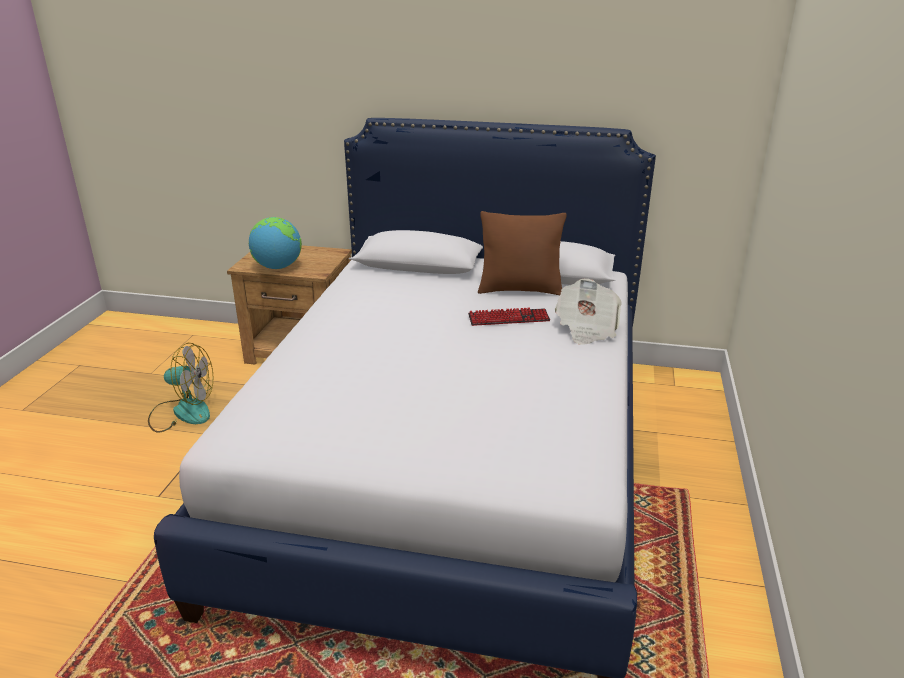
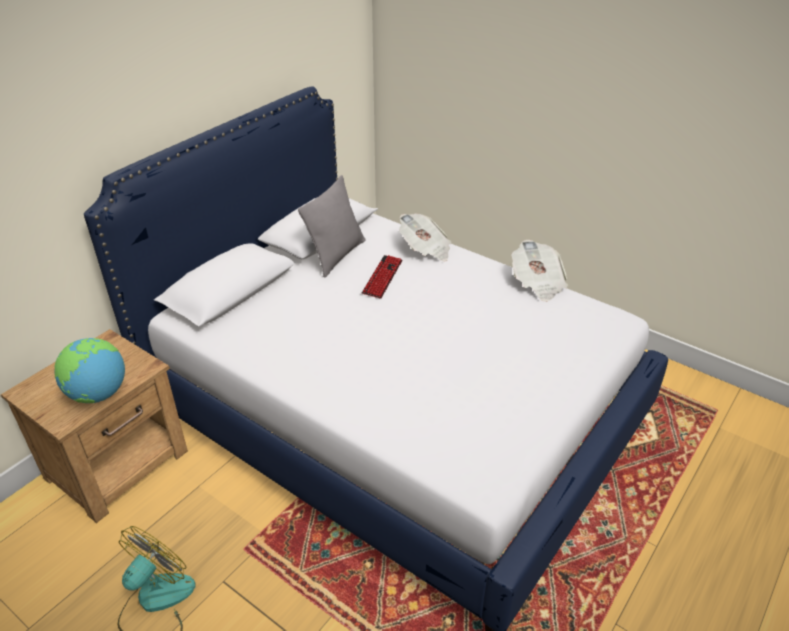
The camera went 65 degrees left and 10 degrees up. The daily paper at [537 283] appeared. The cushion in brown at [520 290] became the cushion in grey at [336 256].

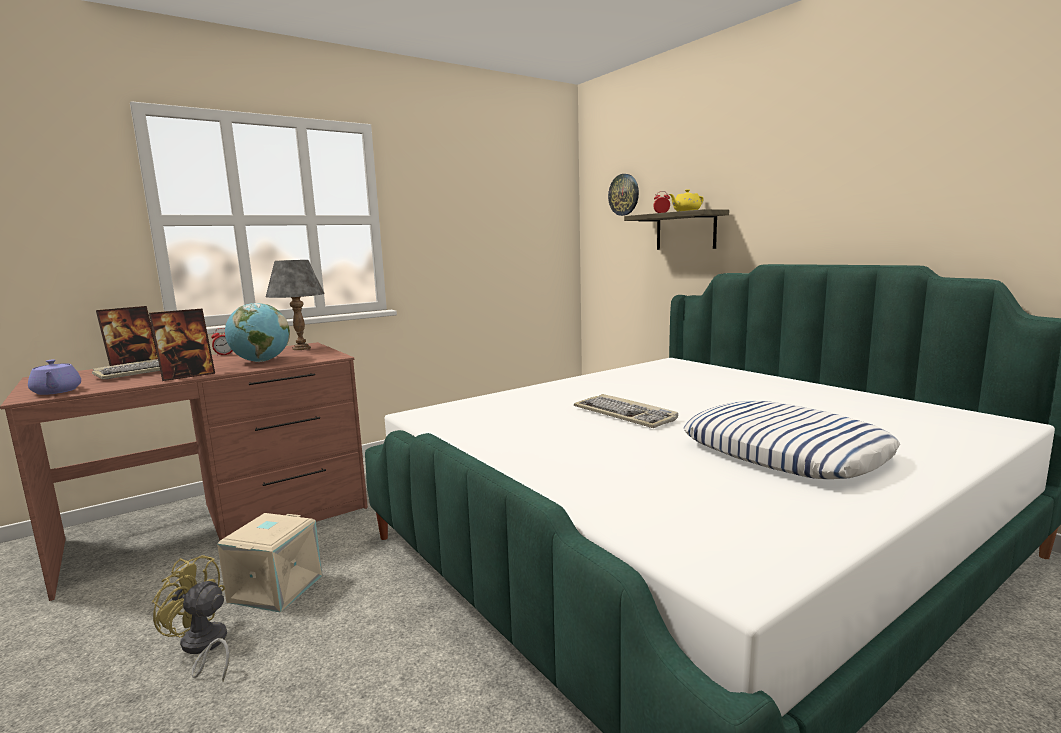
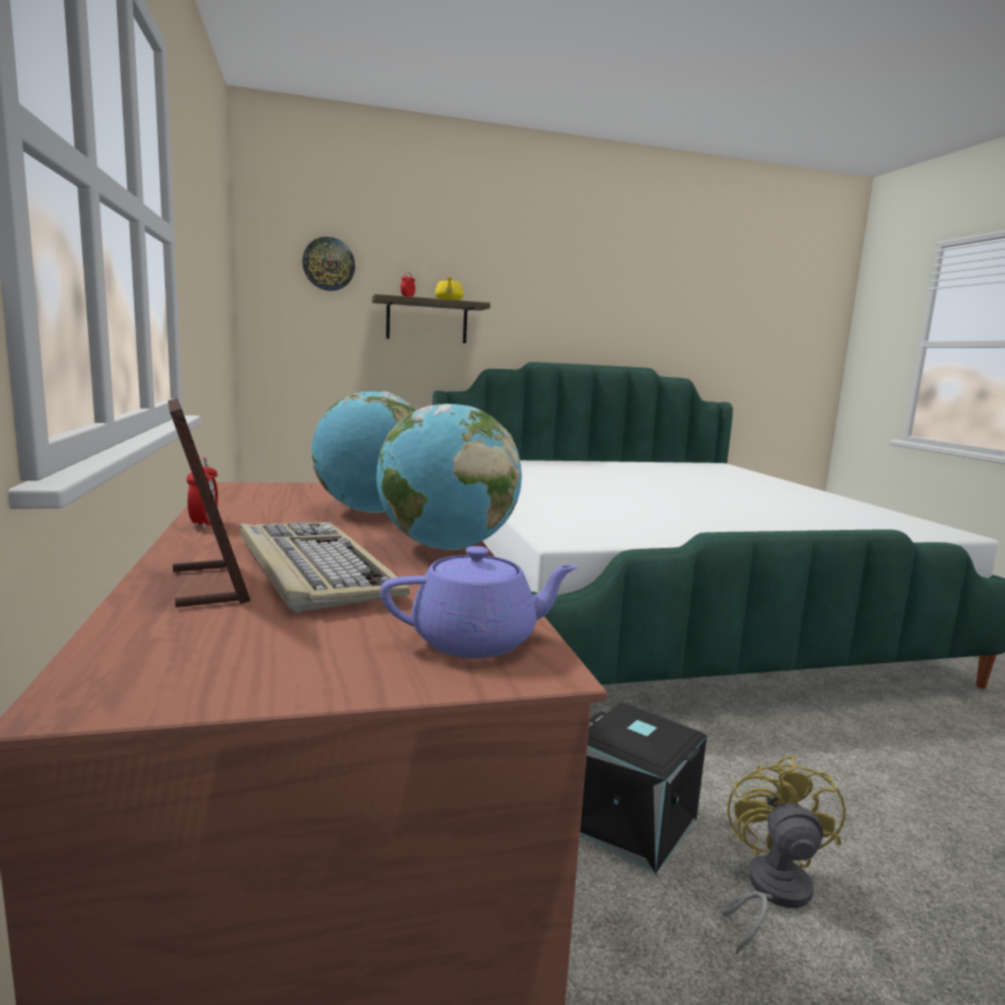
The camera went 70 degrees left and 0 degrees up. The tabletop lamp in grey at [301 348] disappeared. The PC keyboard at [625 414] disappeared. The cushion at [785 452] disappeared. The photo frame at [187 376] was replaced by the desk globe at [446 547]. The storage box in beige at [275 588] became the storage box in blackish at [630 824]. The fan in yellow-coloured at [203 647] turned 150 degrees clockwise.

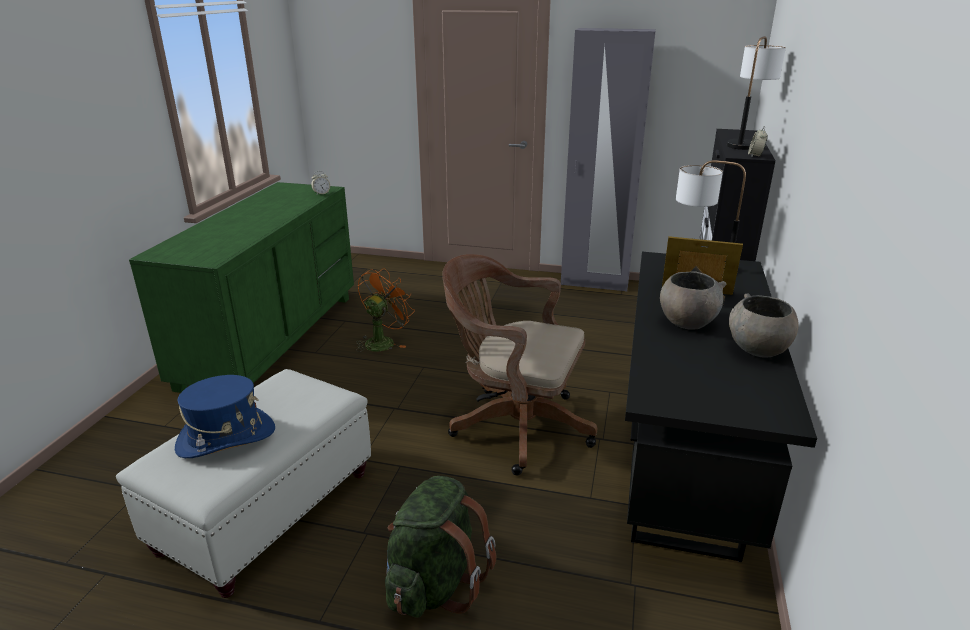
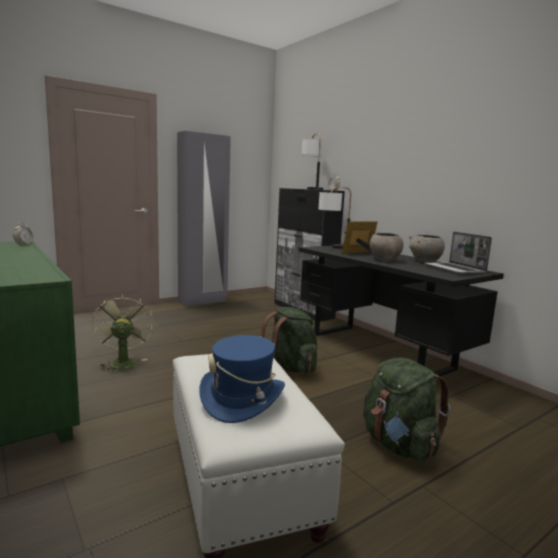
The camera went 50 degrees left and 15 degrees down. The laptop at [455 269] appeared. The desk chair in brown at [514 426] was replaced by the rucksack in green-coloured at [290 367]. The fan in orange-coloured at [383 341] became the fan in green-coloured at [122 362].

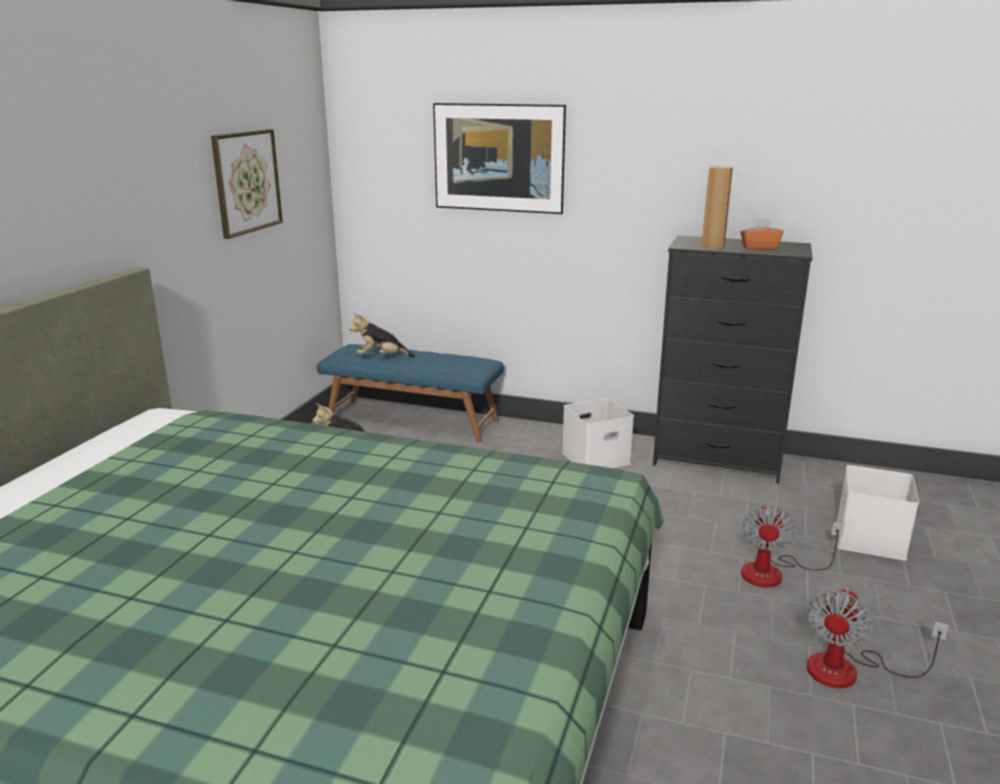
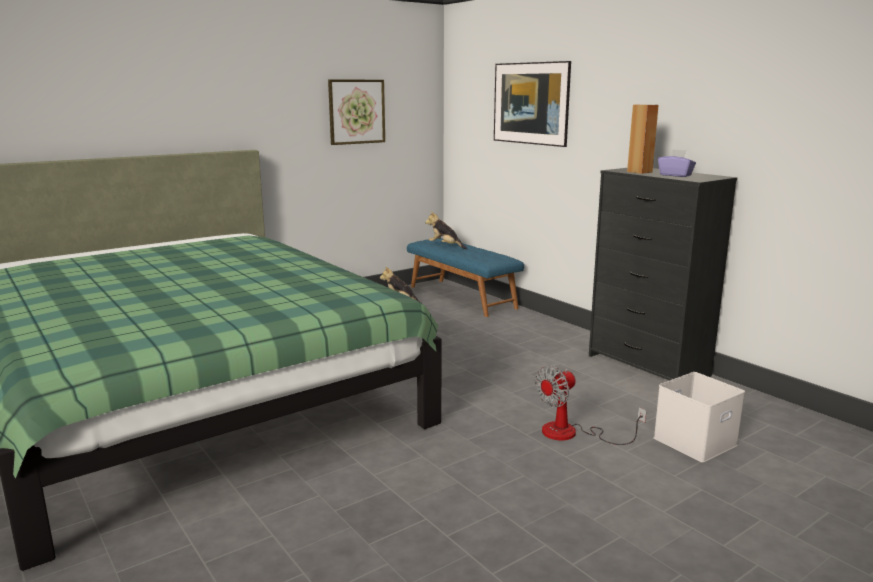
The camera went 35 degrees right and 5 degrees down. The storage box in whitish at [596 457] disappeared. The fan at [849 670] disappeared. The box of tissues in orange-coloured at [759 248] became the box of tissues in purple at [675 175].

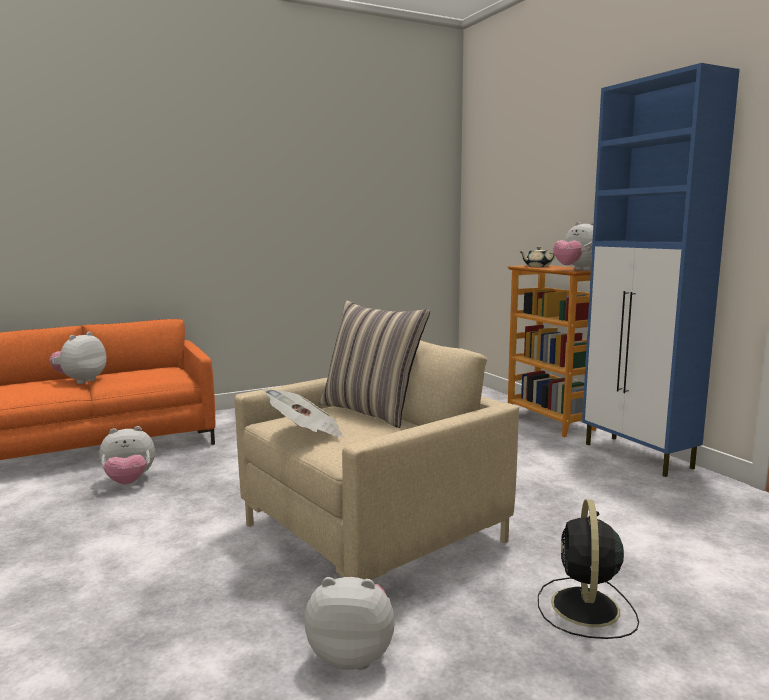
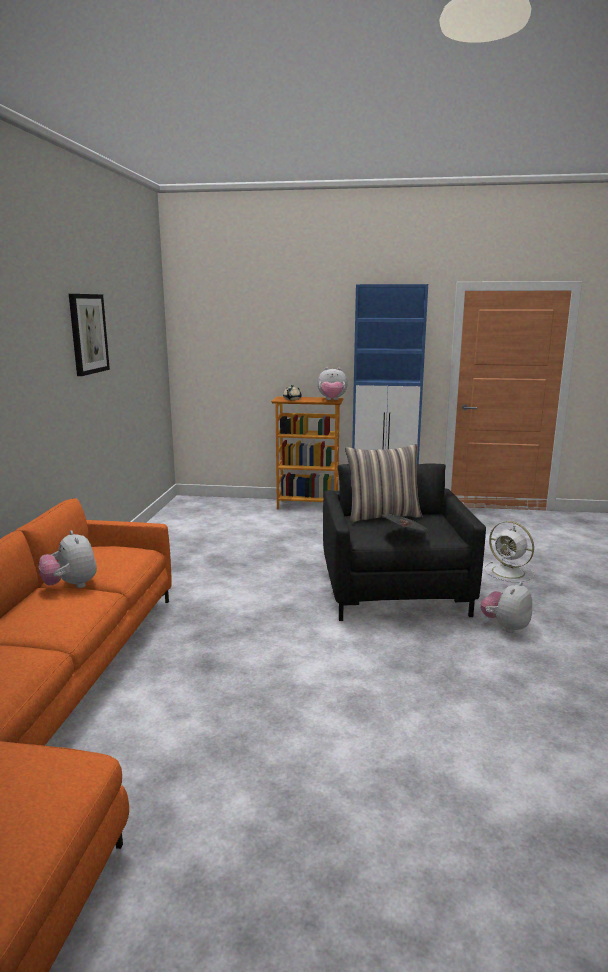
The camera went 55 degrees left and 5 degrees up. The plush toy at [129 482] disappeared. The wall art at [88 334] appeared. The easy chair in beige at [374 533] became the easy chair in blackish at [395 590]. The fan in blackish at [585 609] became the fan in whitish at [509 572].

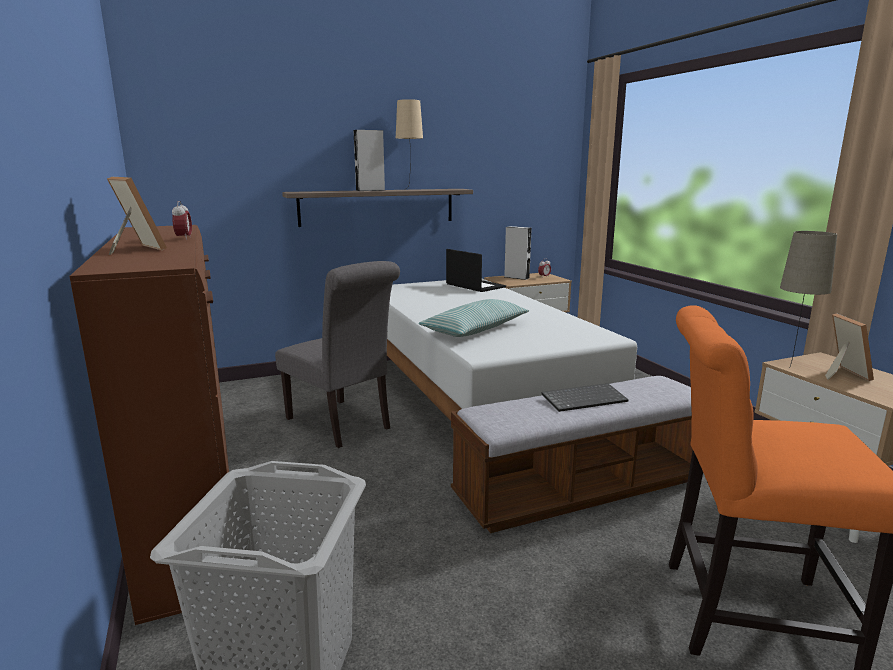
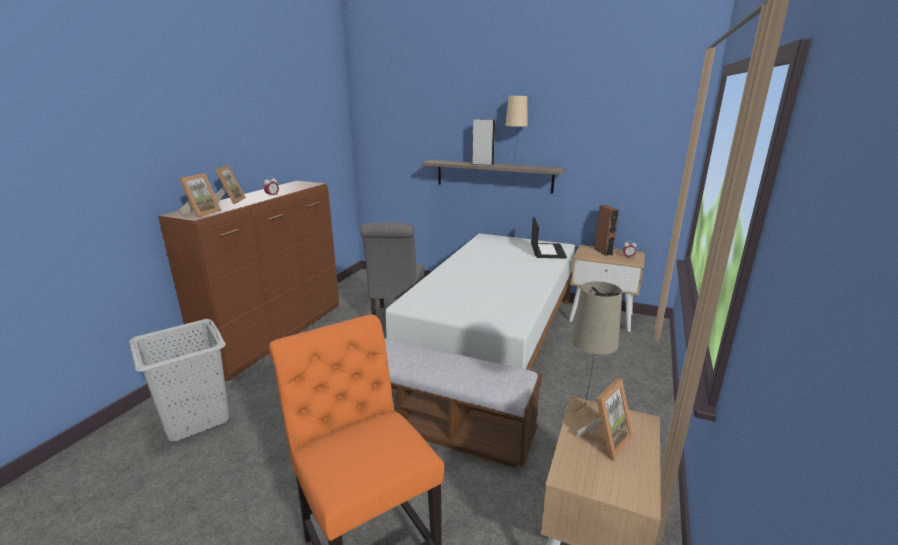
The camera went 45 degrees right and 5 degrees up. The cushion at [476 329] disappeared. The PC keyboard at [584 399] disappeared. The photo frame at [201 213] appeared. The speaker in grey at [516 277] became the speaker in brown at [603 251].

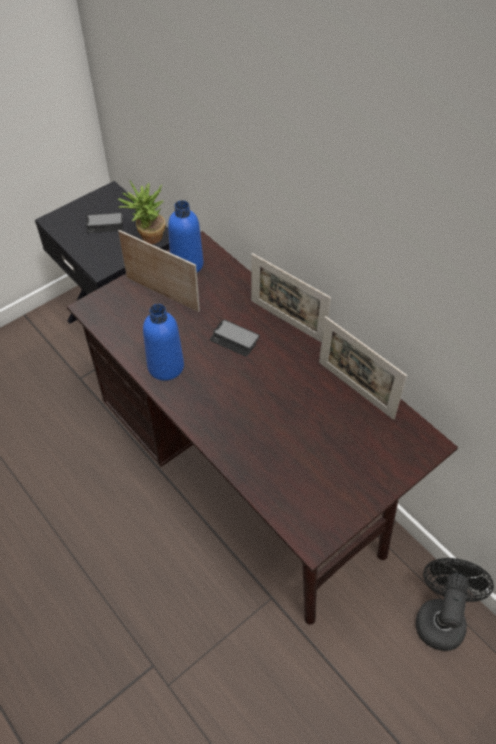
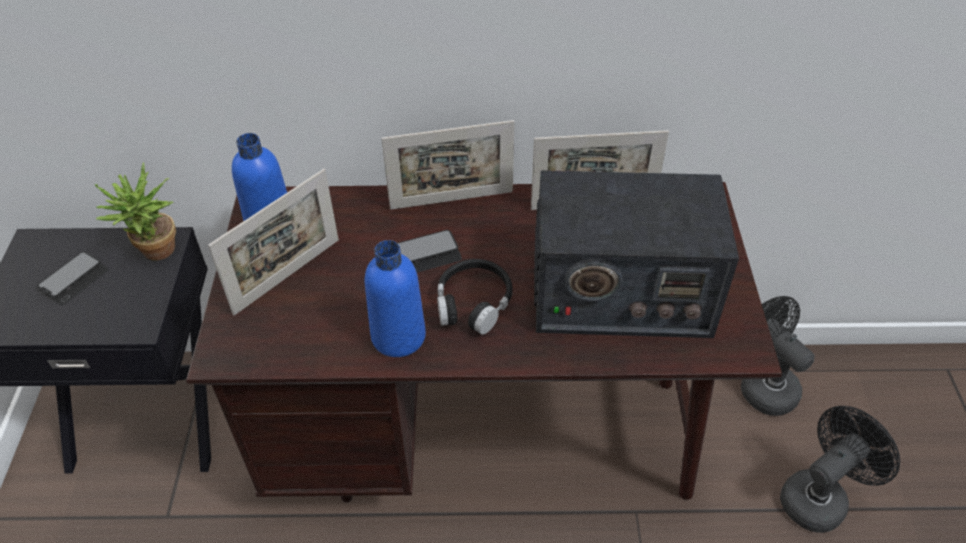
The camera went 50 degrees left and 5 degrees down. The headset in blackish at [473 303] appeared. The radio at [619 292] appeared. The fan in blackish at [819 496] appeared. The photo frame at [162 294] turned 150 degrees clockwise.

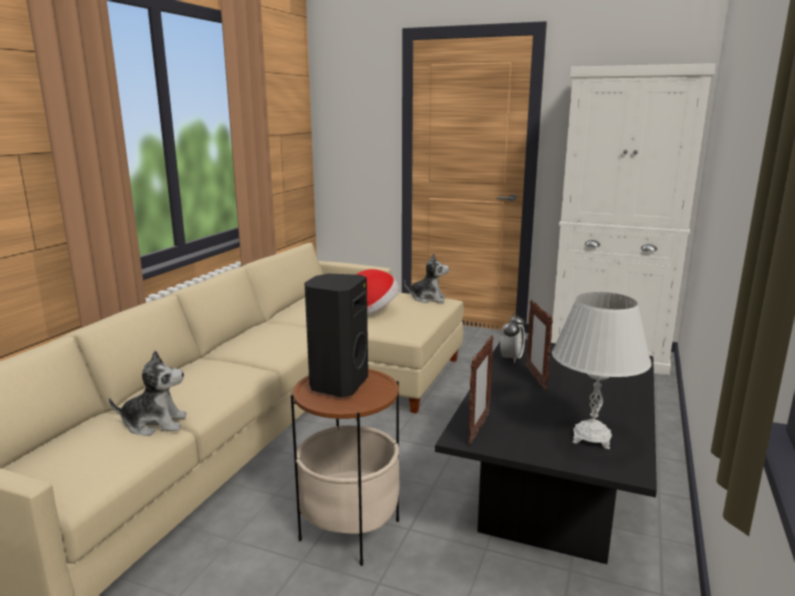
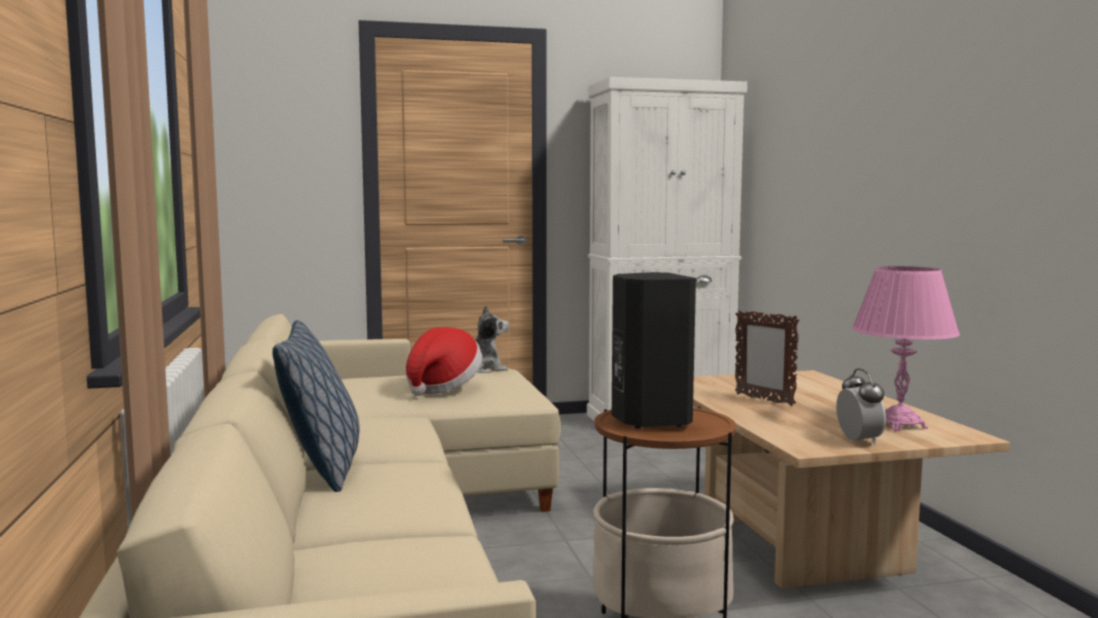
The camera went 35 degrees left and 10 degrees down. The plush toy at [155 424] disappeared. The photo frame at [478 429] disappeared. The cushion at [322 470] appeared. The bedside clock moved from [511 358] to [859 441]. The low table in blackish at [550 502] became the low table in beige at [801 544]. The tabletop lamp in whitish at [591 437] became the tabletop lamp in pink-coloured at [899 425].

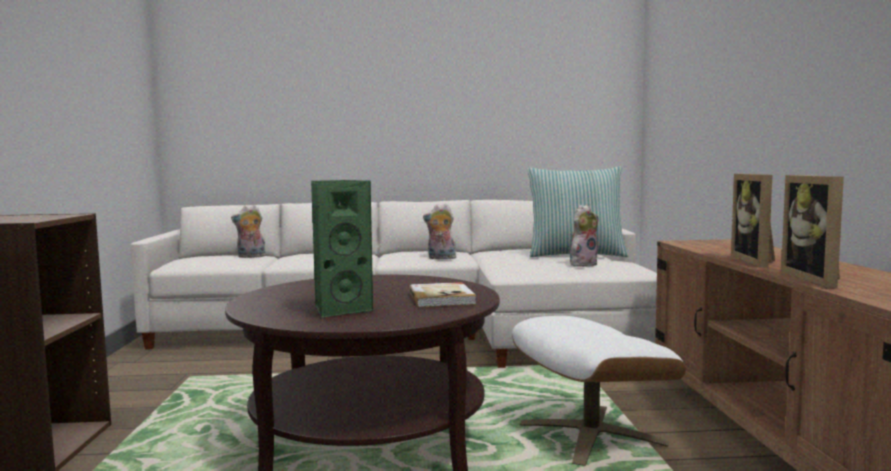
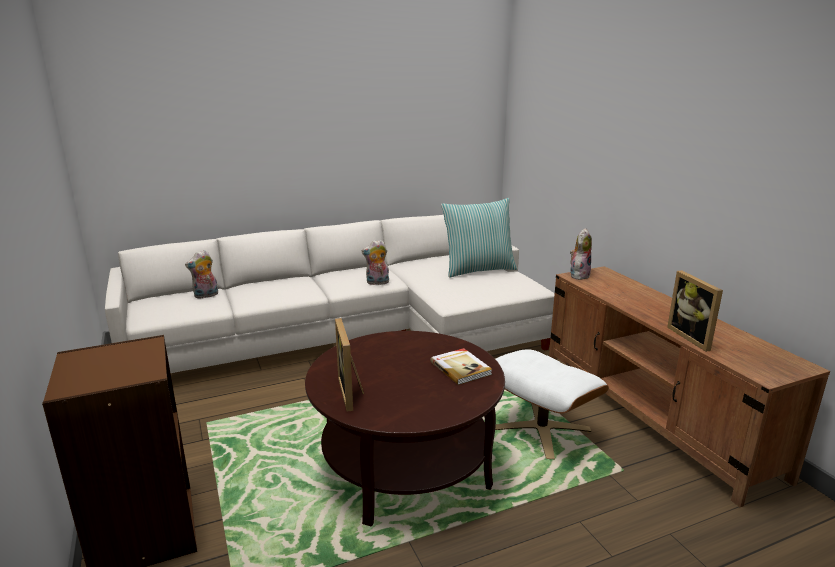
The camera went 20 degrees left and 15 degrees up. The speaker in green-coloured at [340 309] disappeared. The plush toy moved from [583 264] to [578 275]. The photo frame moved from [758 261] to [352 393].

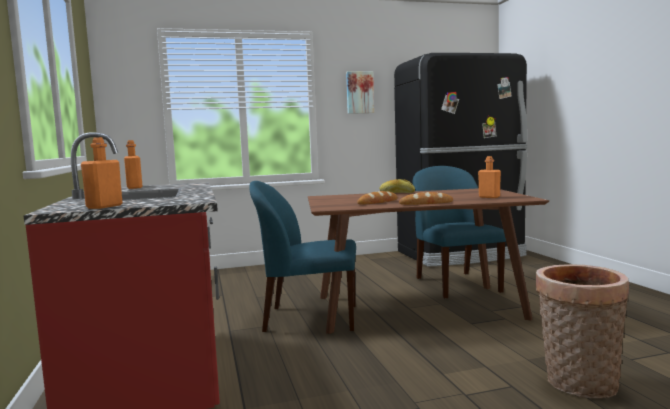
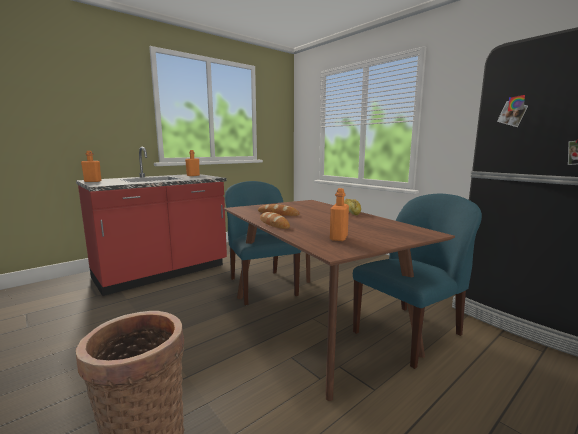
The camera went 65 degrees right and 5 degrees up. The wall art at [359 92] disappeared.

